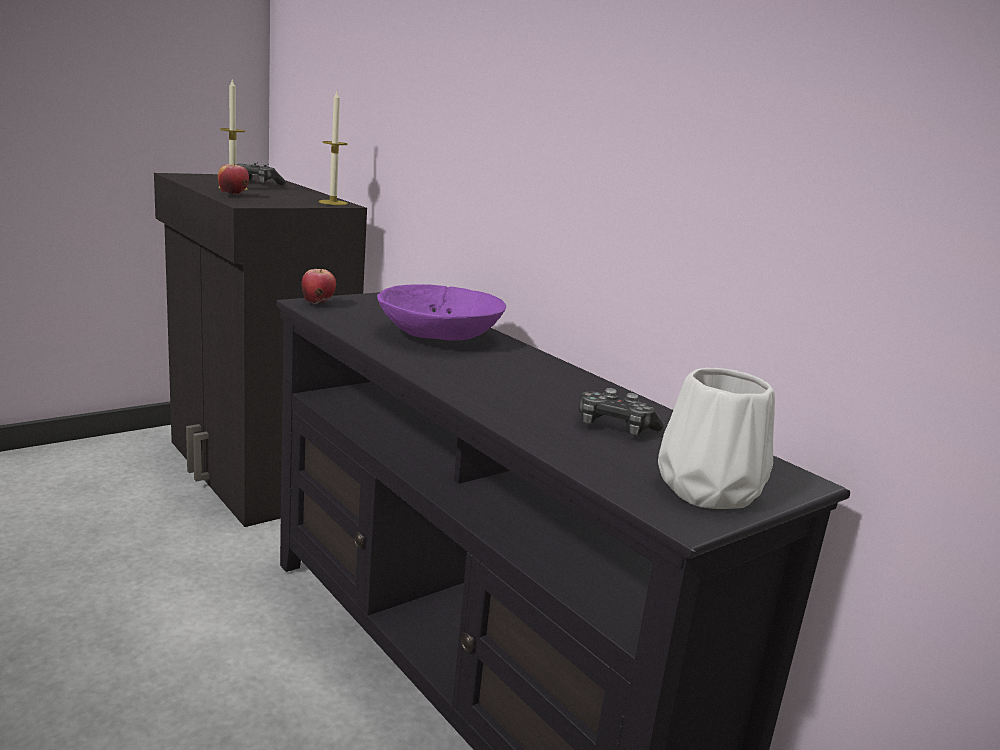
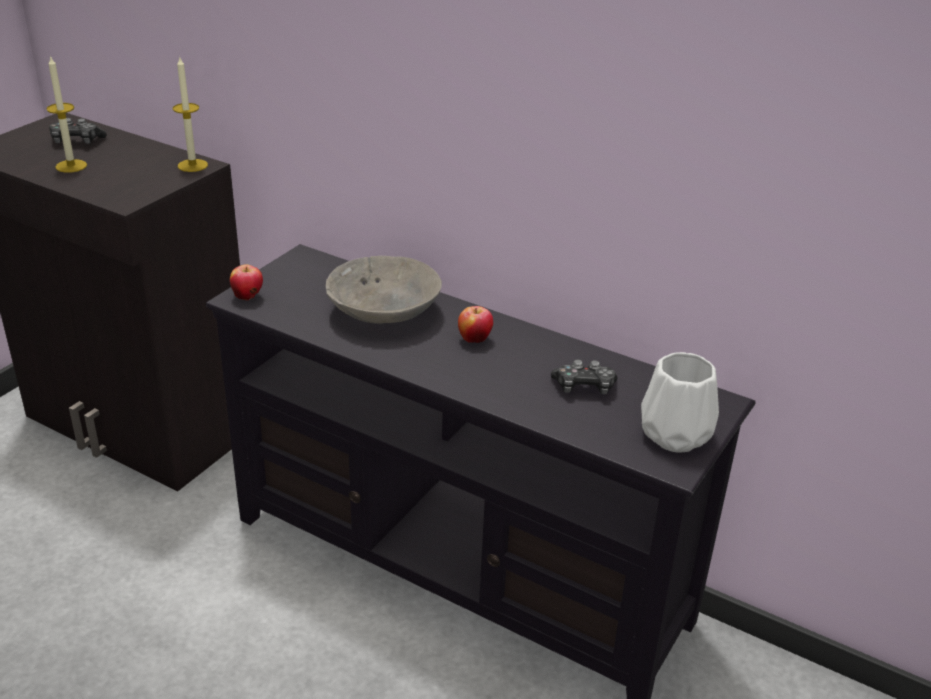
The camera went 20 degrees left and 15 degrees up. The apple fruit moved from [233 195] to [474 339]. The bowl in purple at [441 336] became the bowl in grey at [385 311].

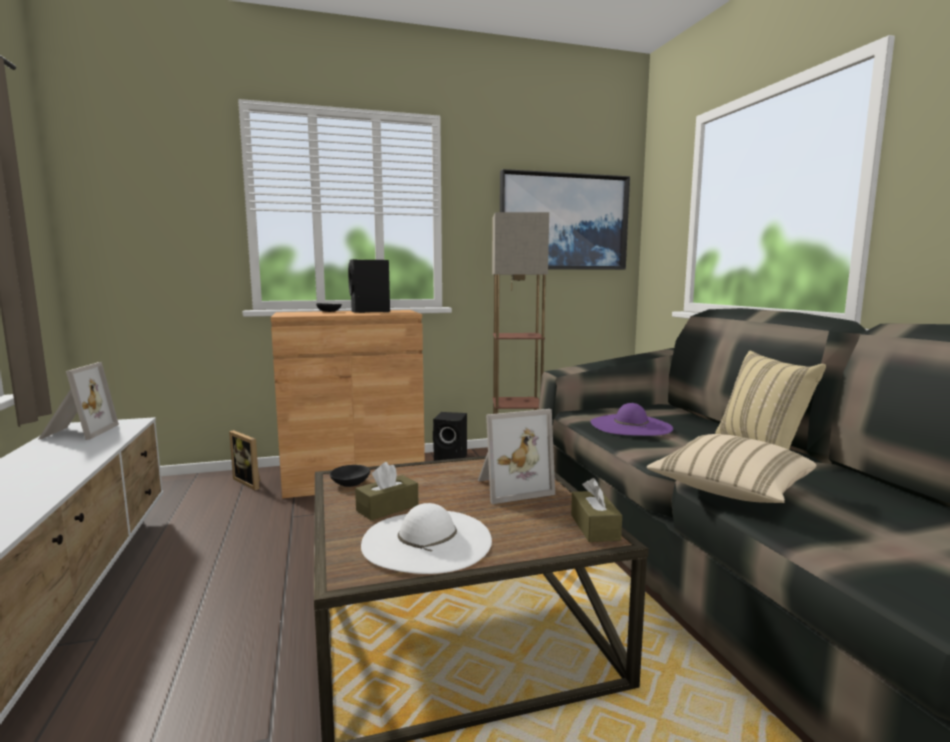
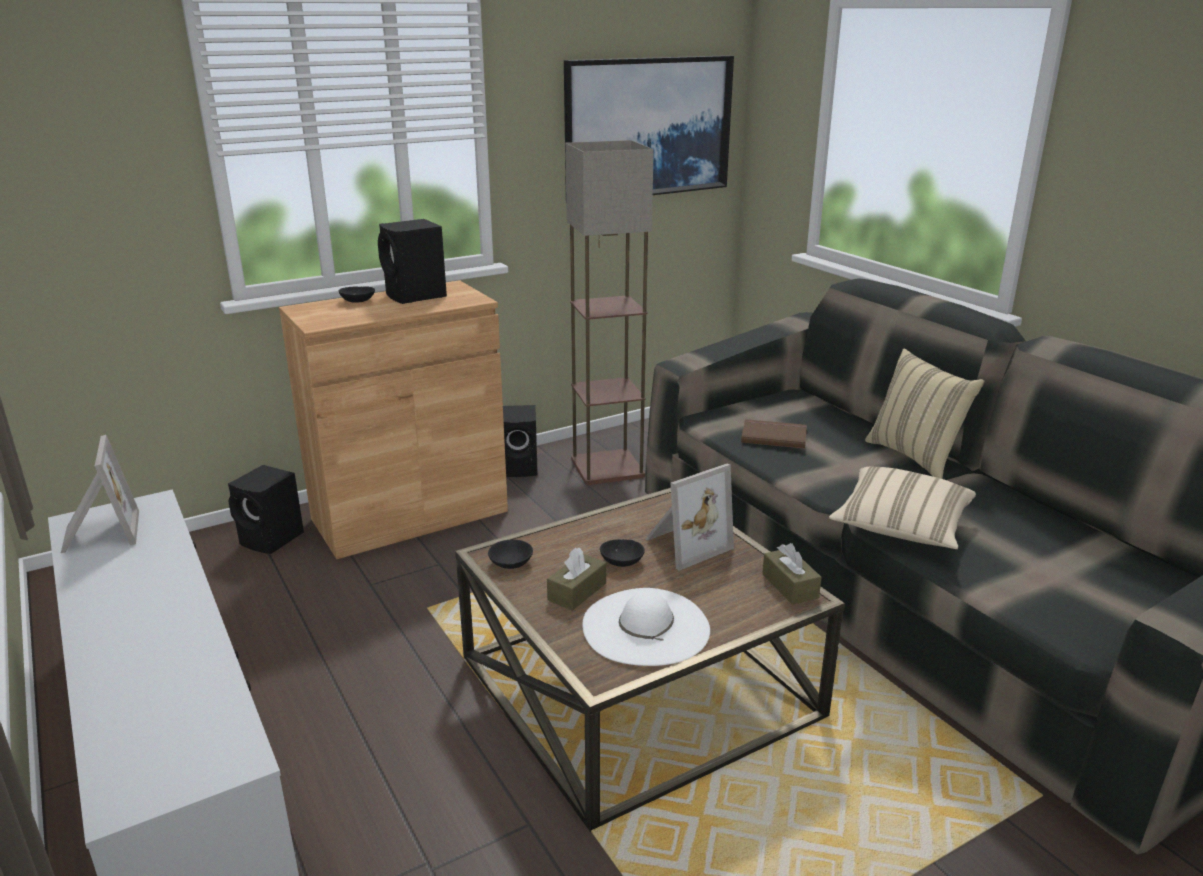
The camera went 15 degrees left and 15 degrees up. The bowl in blackish at [621 562] appeared. The photo frame at [251 482] was replaced by the speaker in blackish at [273 539]. The wearable hat in purple at [630 425] was replaced by the bound book in brown at [773 435].

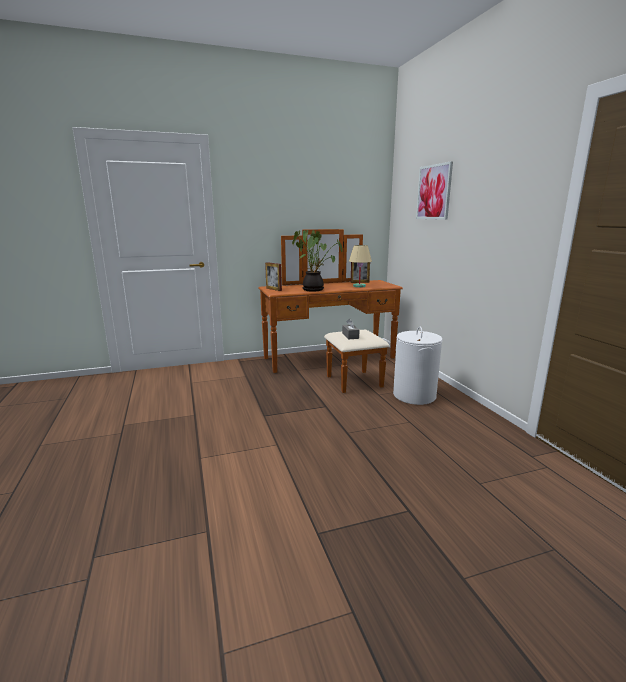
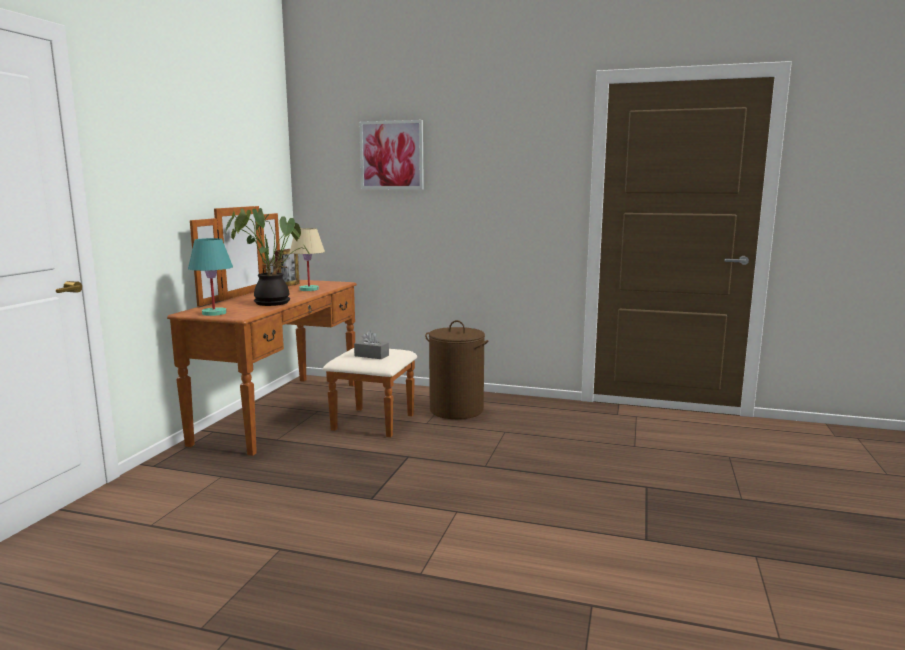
The camera went 55 degrees left and 5 degrees down. The photo frame at [273 289] was replaced by the tabletop lamp in turquoise at [214 313]. The laundry basket in whitish at [414 395] became the laundry basket in brown at [456 410].

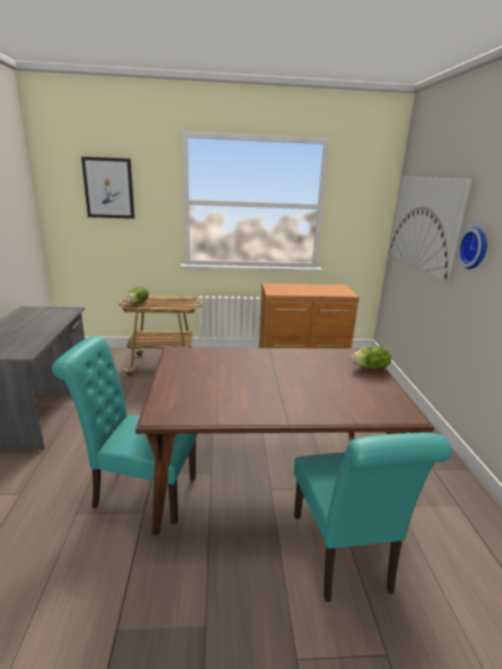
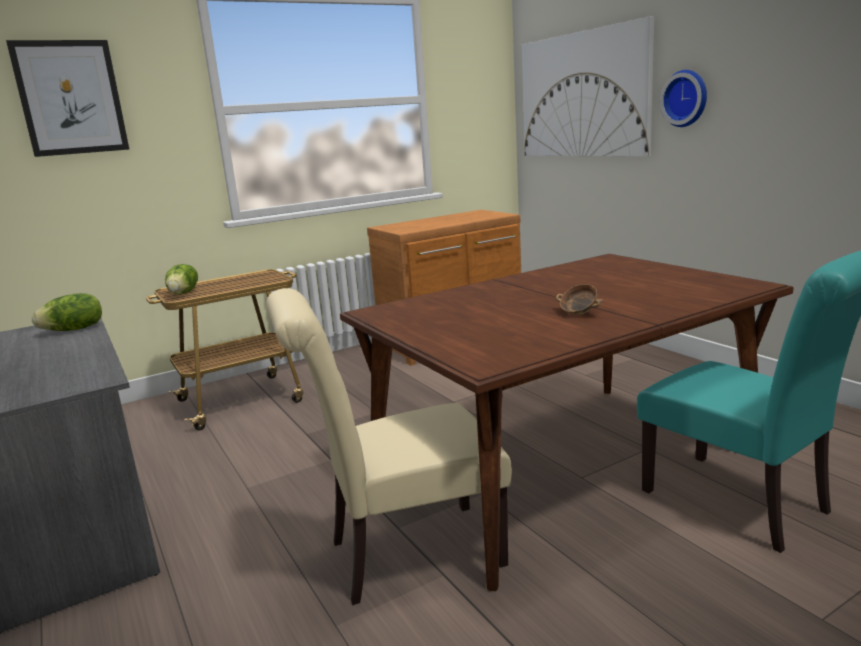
The camera went 25 degrees left and 5 degrees down. The bowl at [578 313] appeared. The lettuce head moved from [370 368] to [74 330]. The upright chair in turquoise at [139 491] became the upright chair in beige at [404 554].

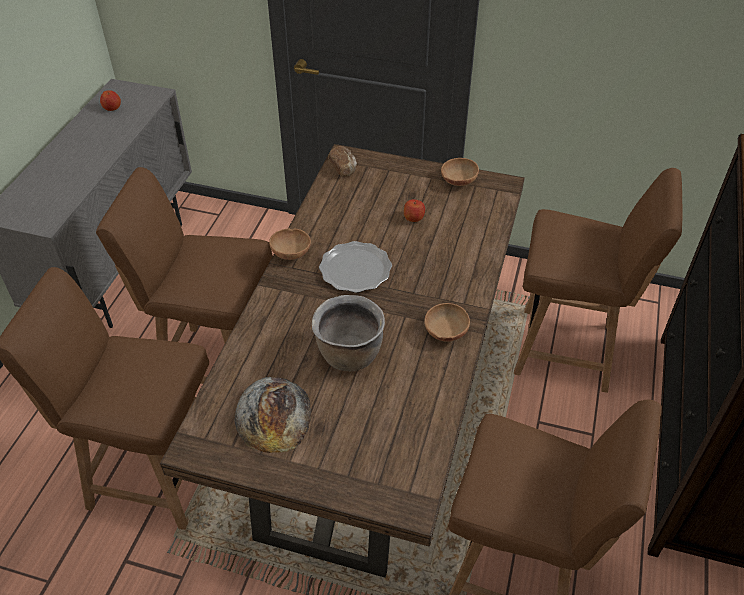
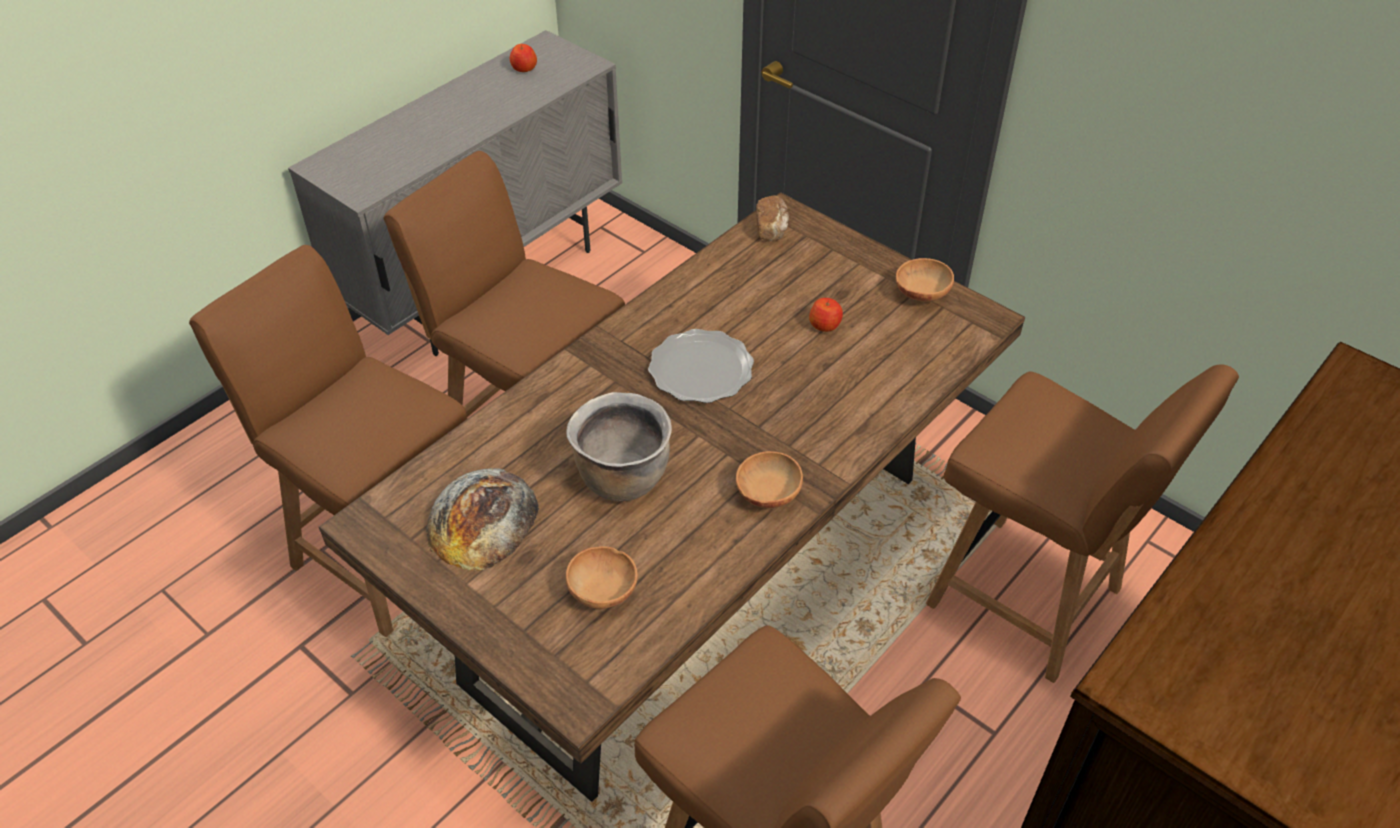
The camera went 25 degrees right and 0 degrees up. The bowl in brown moved from [292 253] to [604 591].

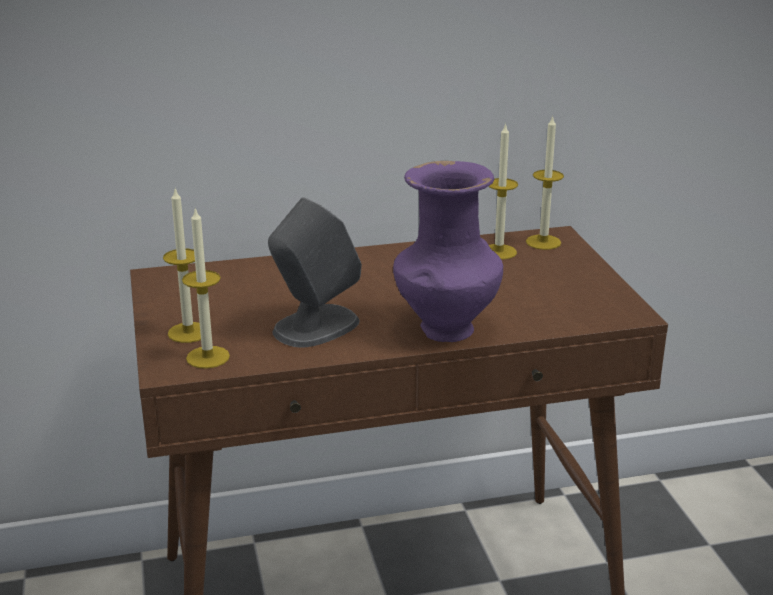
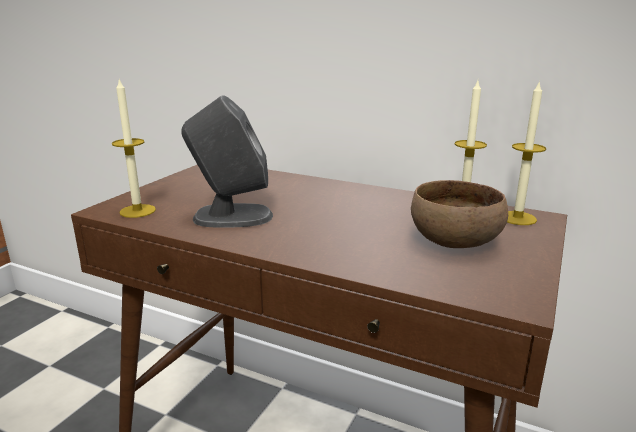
The camera went 40 degrees right and 5 degrees down. The wax candle at [188 332] disappeared. The decorative vase in purple at [446 331] disappeared. The bowl in brown at [453 241] appeared.

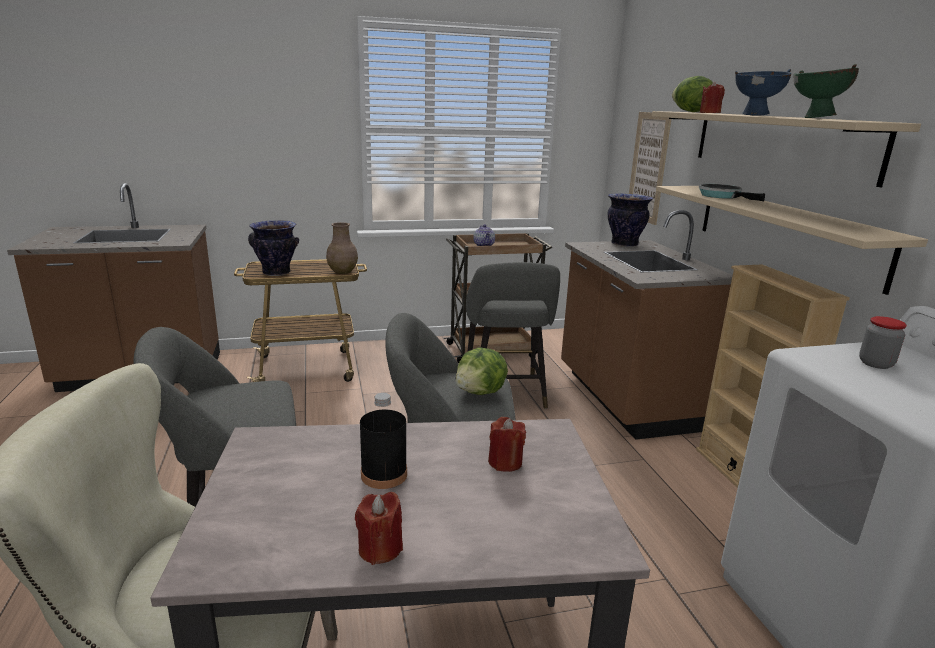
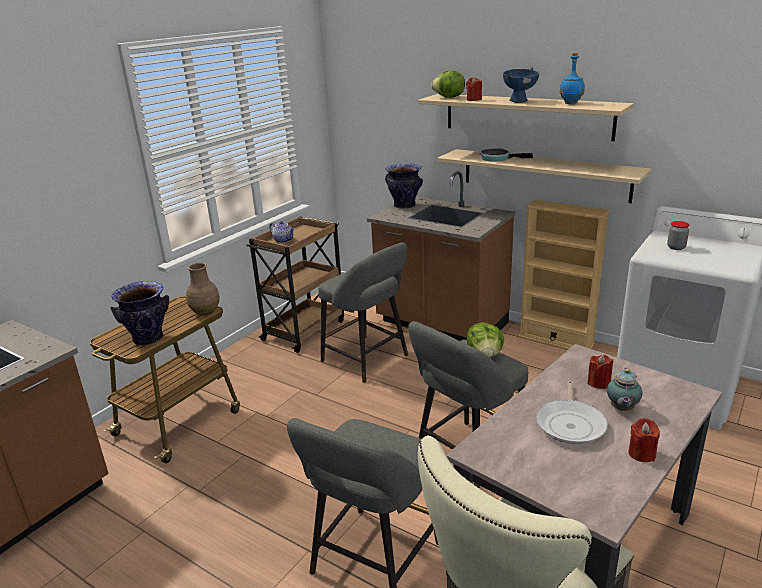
The camera went 40 degrees left and 5 degrees up. The wall art at [648 167] disappeared. The pot for tea at [621 409] appeared. The beverage bottle in blackish at [384 475] was replaced by the frying pan at [571 424]. The bowl in green-coloured at [816 118] was replaced by the beverage bottle in bluish at [571 103].

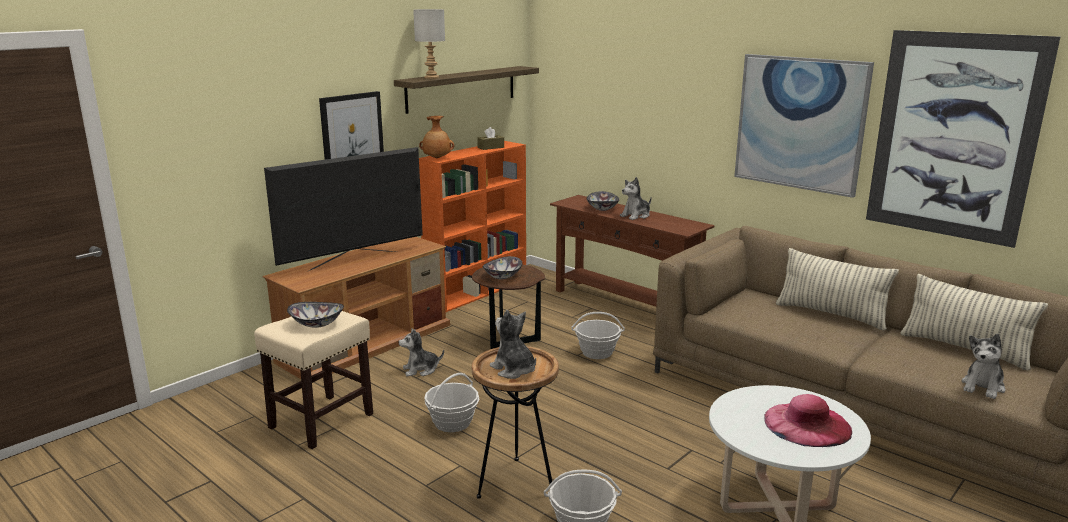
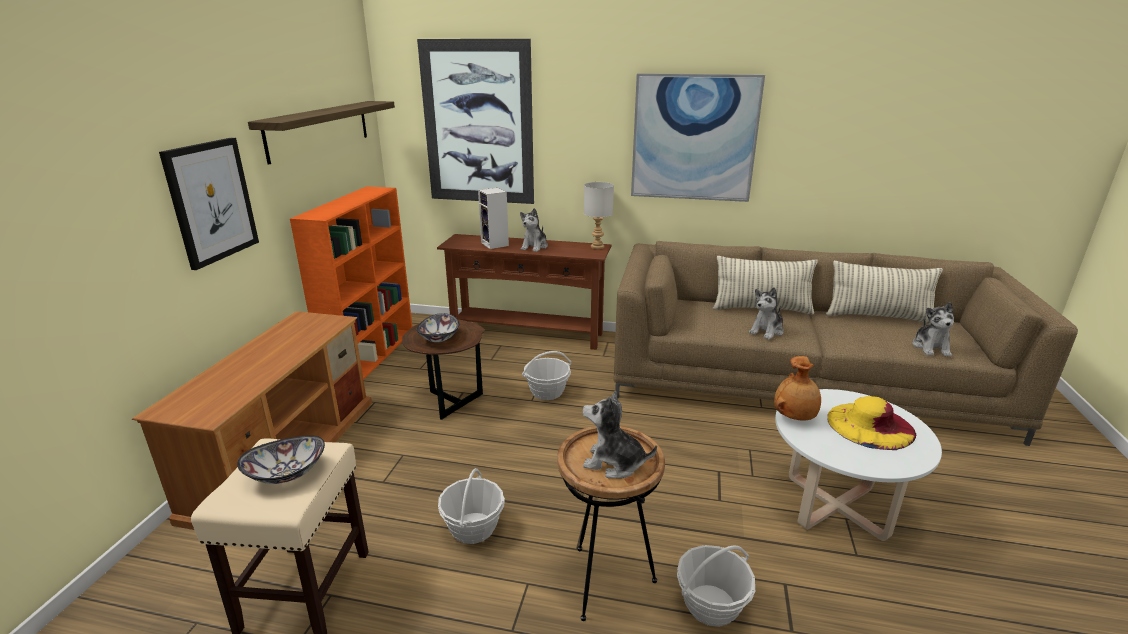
The camera went 30 degrees left and 5 degrees up. The TV set at [353 260] disappeared. The box of tissues in brown at [490 147] disappeared. The plush toy moved from [421 370] to [766 331]. The tabletop lamp in grey moved from [431 77] to [597 246]. The decorative vase in brown moved from [437 158] to [795 417]. The wall art moved from [953 136] to [478 124]. The bowl at [603 208] was replaced by the speaker at [495 244]. The wearable hat in pink-coloured at [807 424] became the wearable hat in yellow-coloured at [870 425].

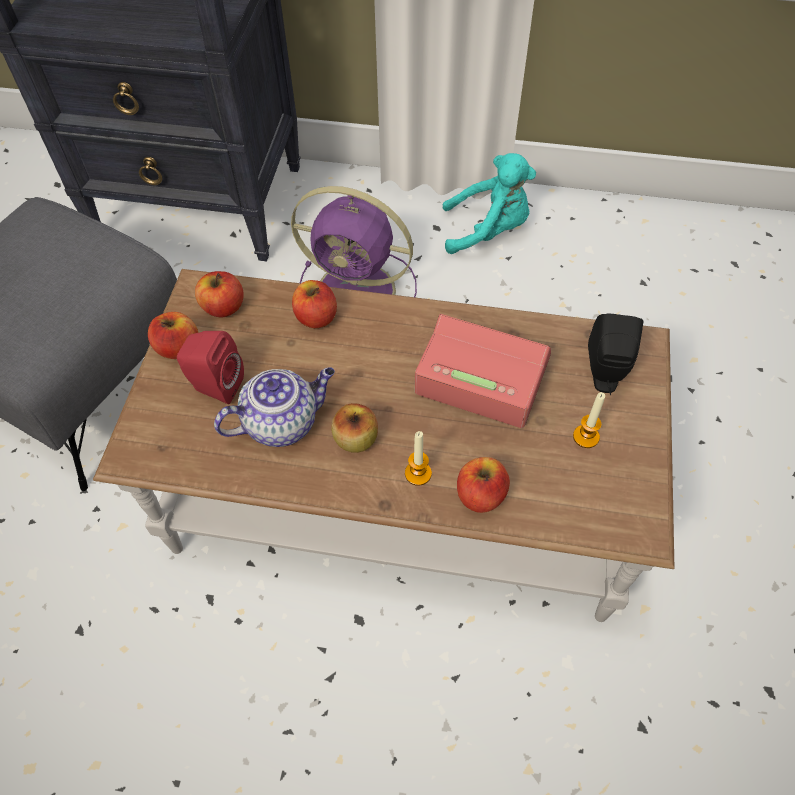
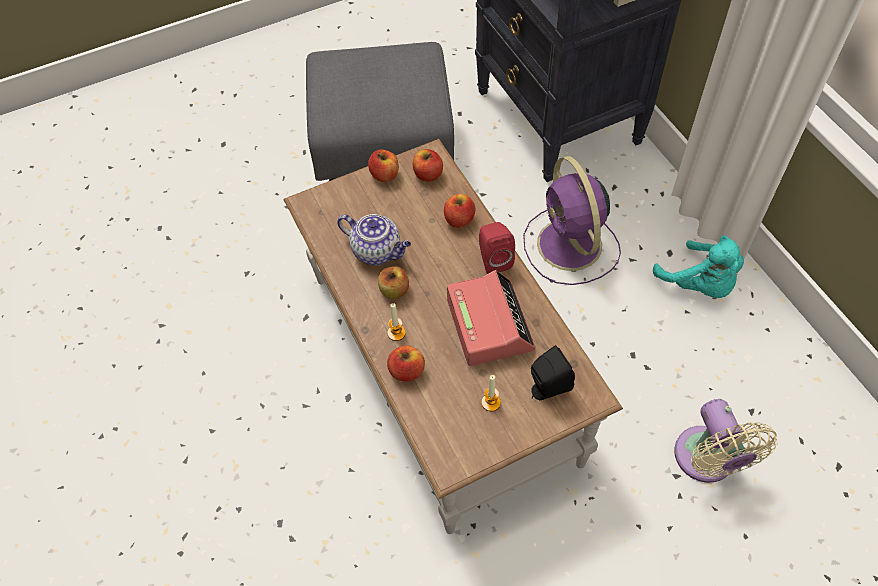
The camera went 55 degrees right and 0 degrees up. The fan in beige at [707 461] appeared. The speaker in red moved from [215 386] to [493 260].

